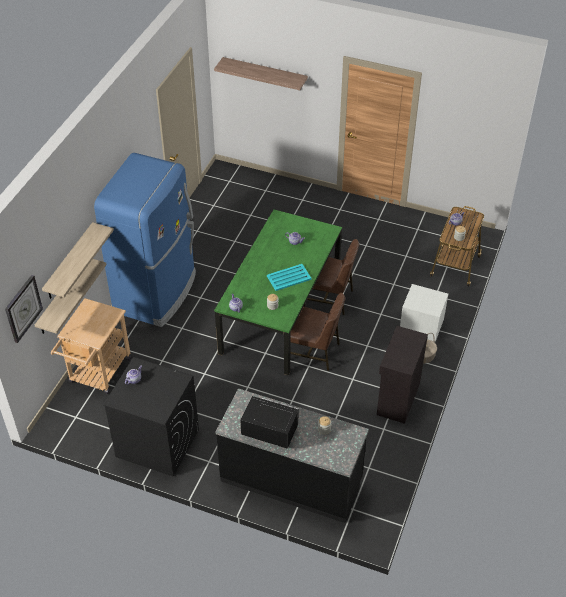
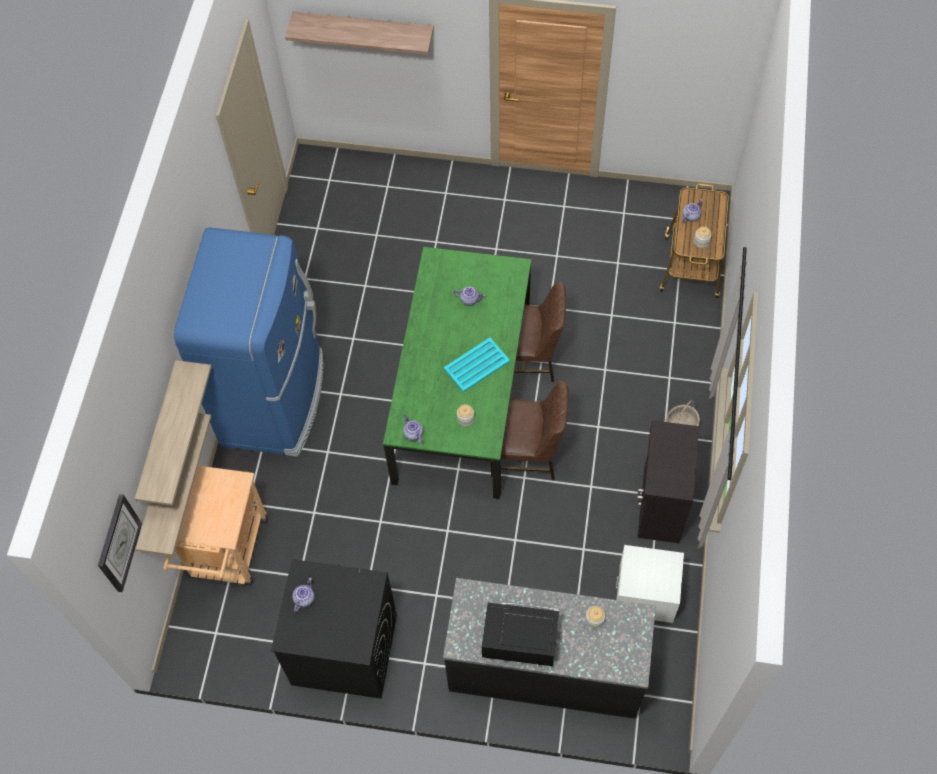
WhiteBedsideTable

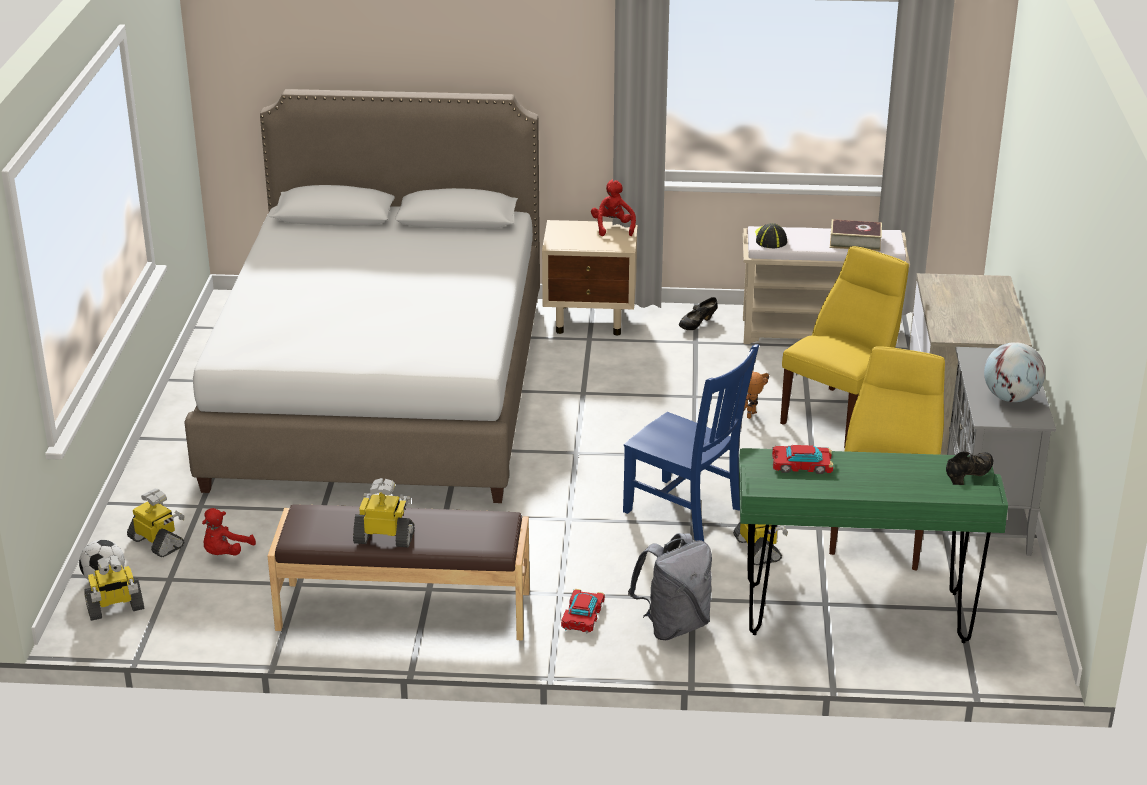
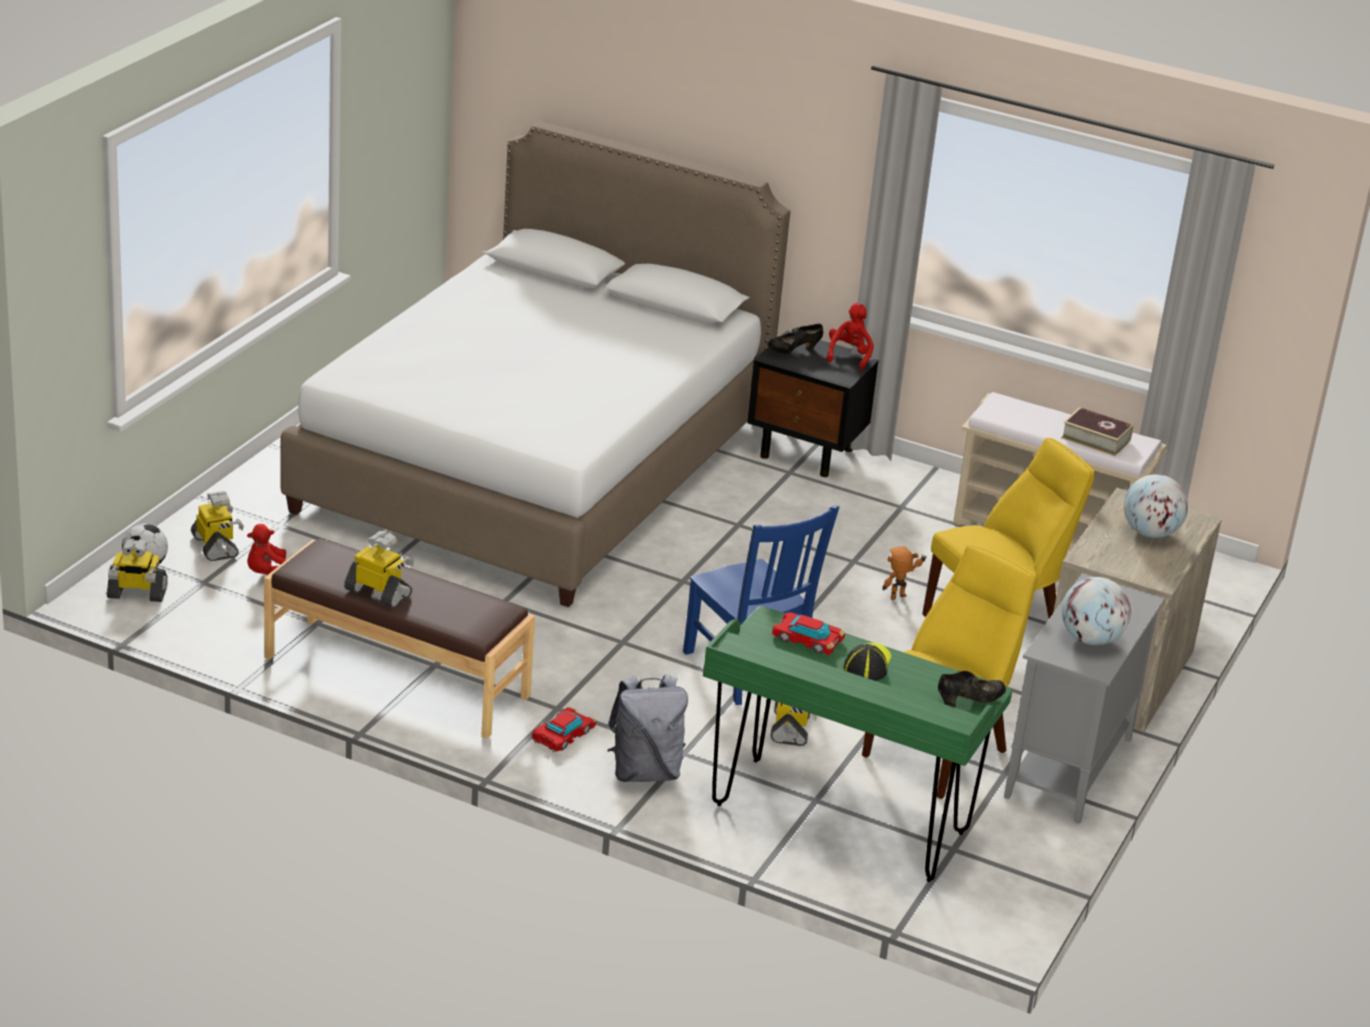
BlackishBedsideTable; BlackishShoe (1st from left); BaseballCap; DeskGlobe (2nd from left)

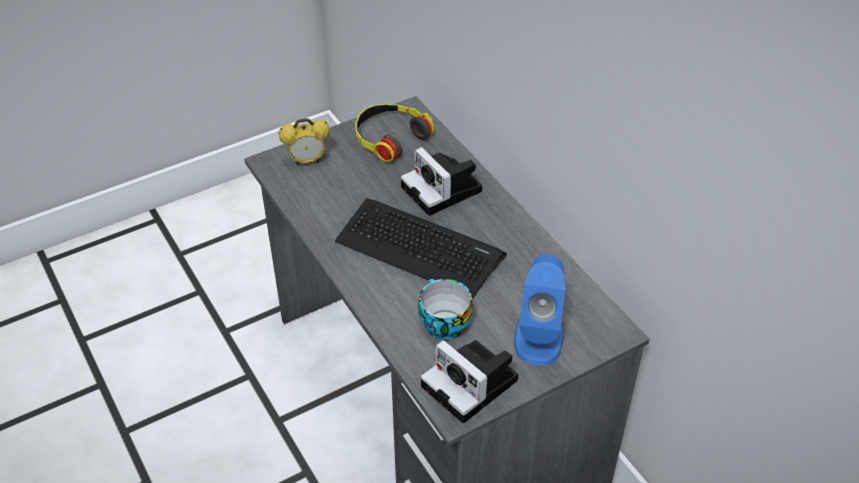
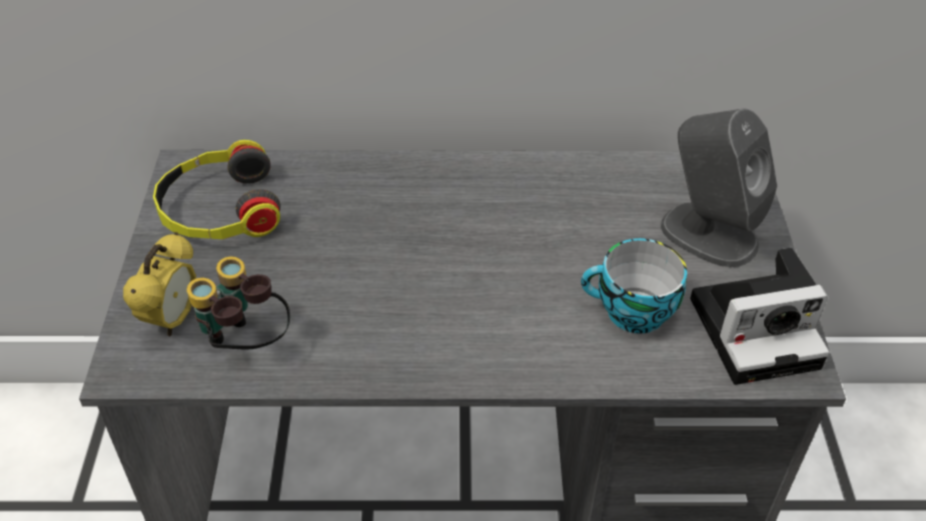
Keyboard; StillCamera (1st from left in the first image); GreyAudioSpeaker; FieldGlasses

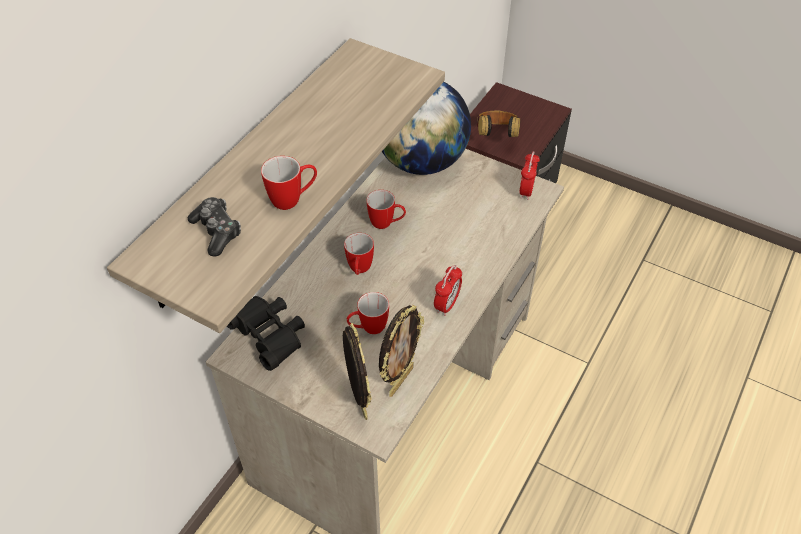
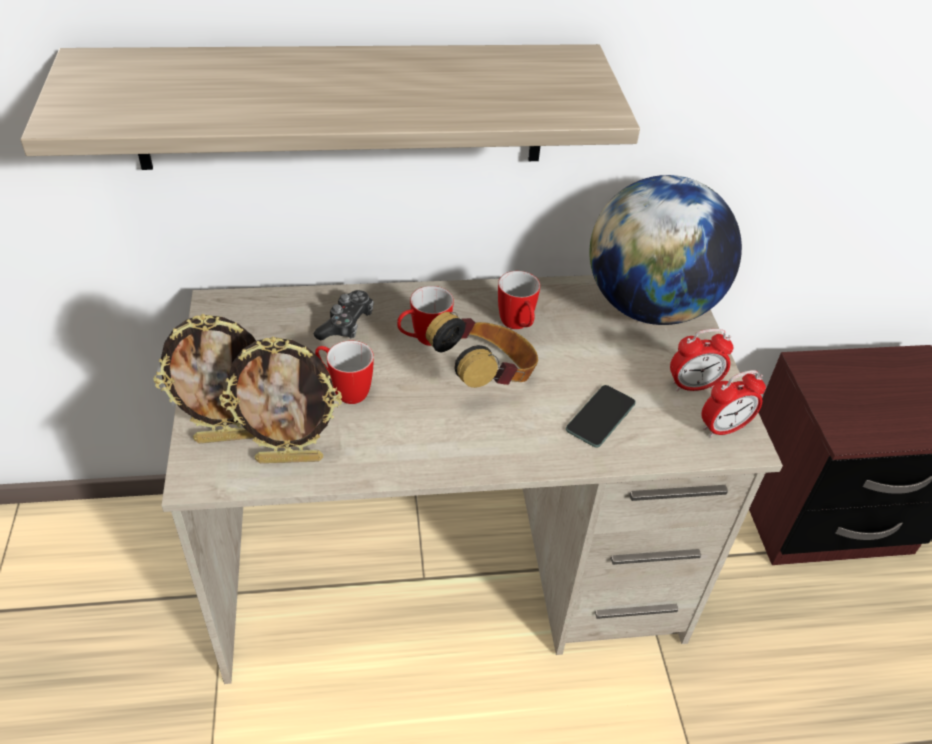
Joypad; BlackishFieldGlasses; TeaMug (1st from left in the first image); PictureFrame (1st from left); AlarmClock (1st from left); Headphones; Phone

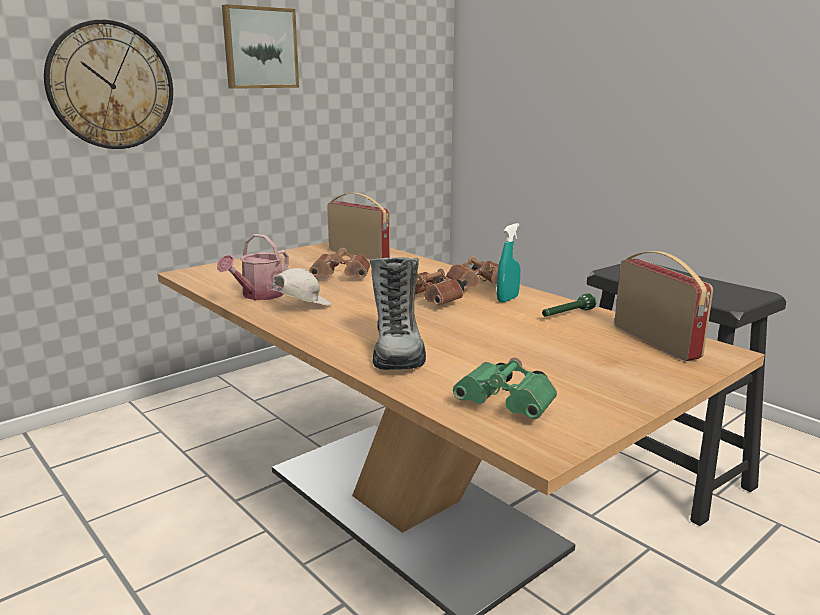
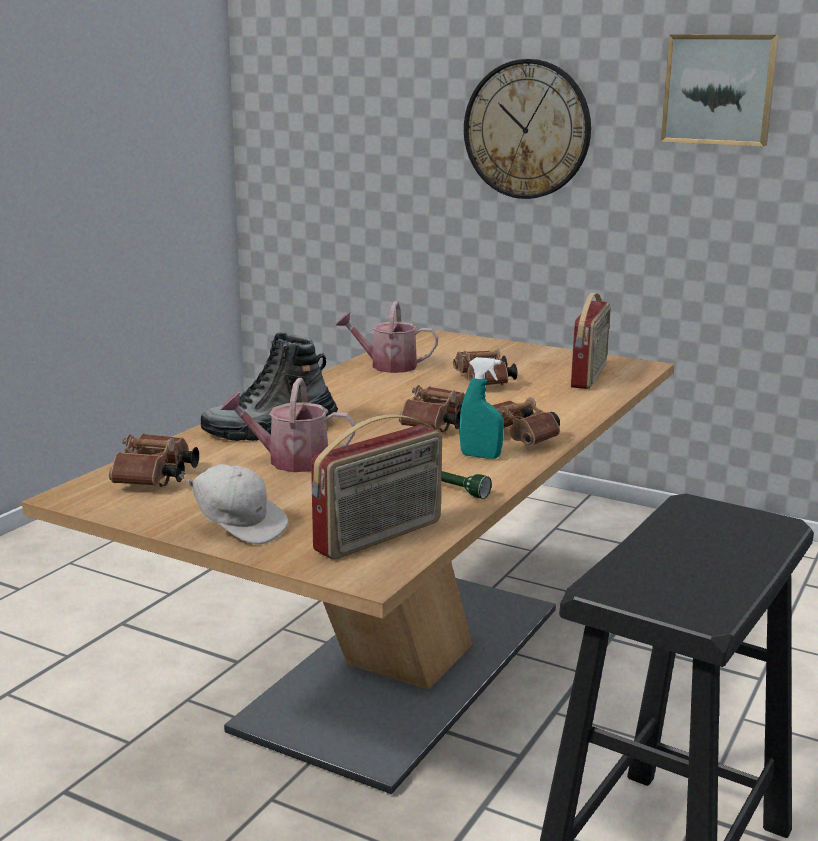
WhiteBaseballCap; BrownFieldGlasses (1st from left); WateringCan (1st from left)

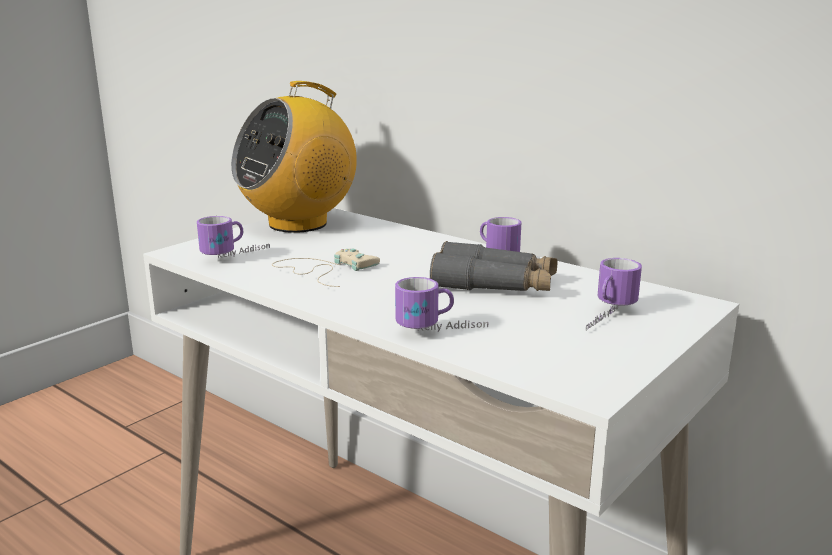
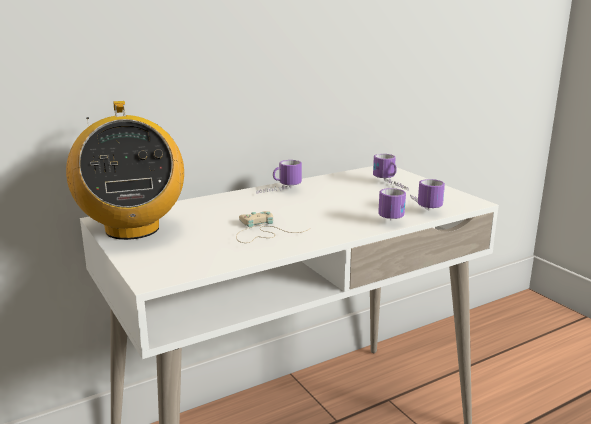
TeaMug (4th from left); GreyFieldGlasses

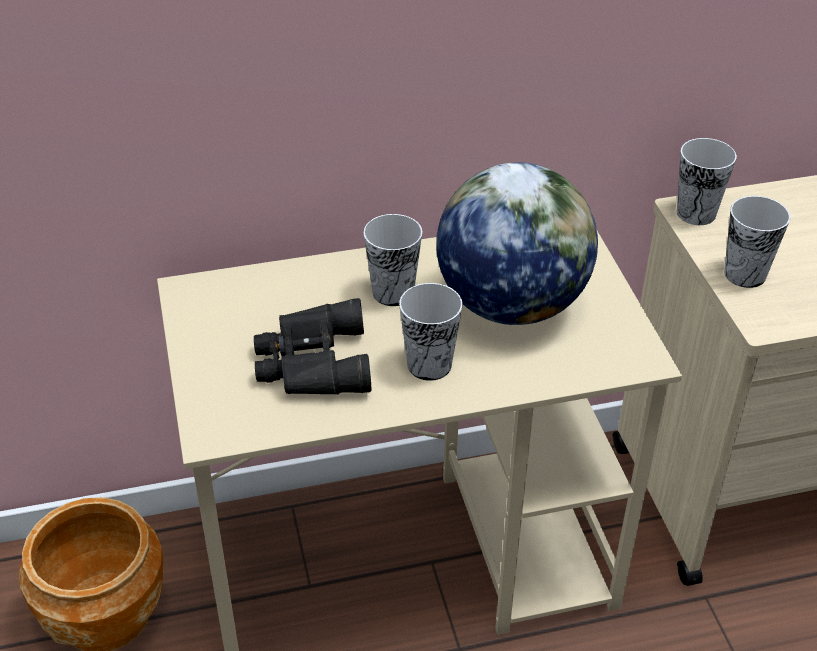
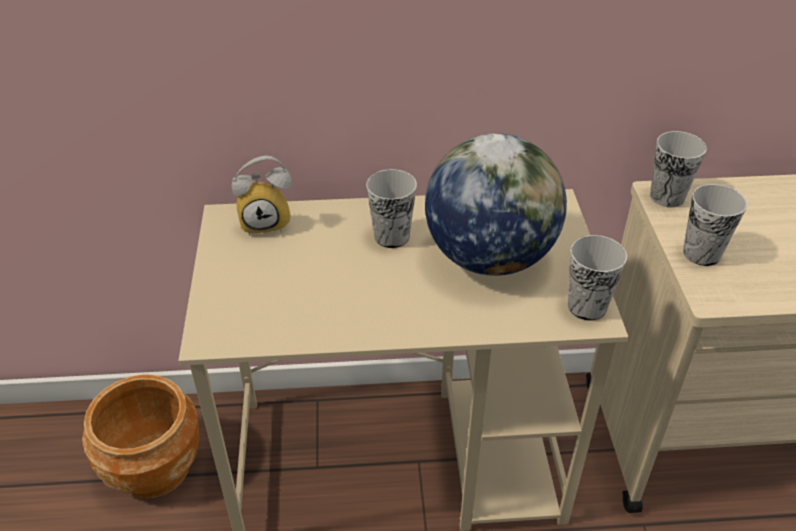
BlackishFieldGlasses; Cup (2nd from left); AlarmClock

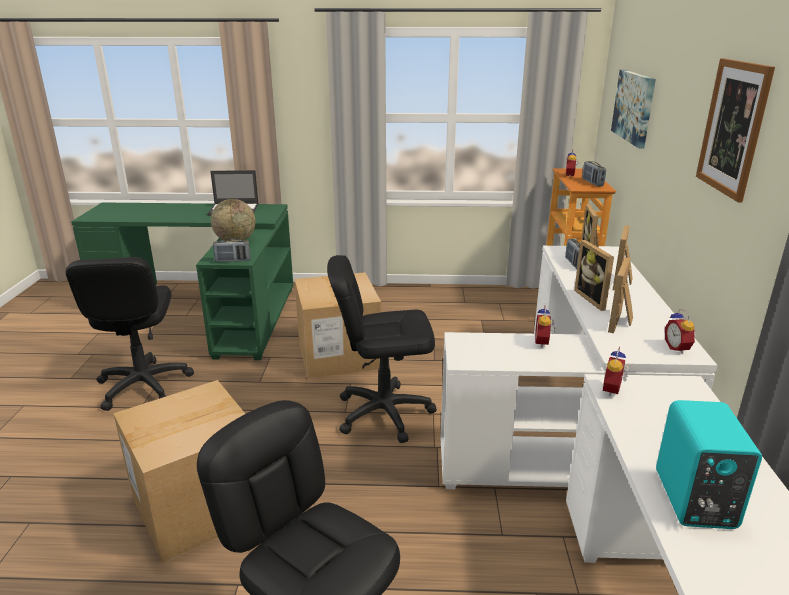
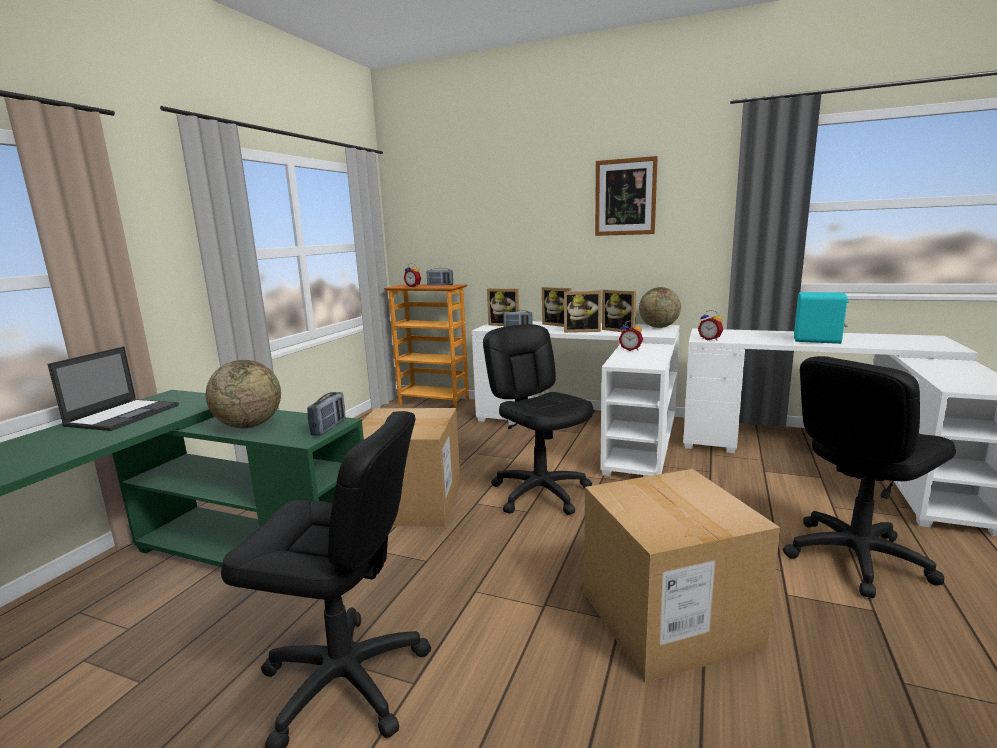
BlackishComputerChair (2nd from left); Picture (1st from left in the first image); DeskGlobe (2nd from left)

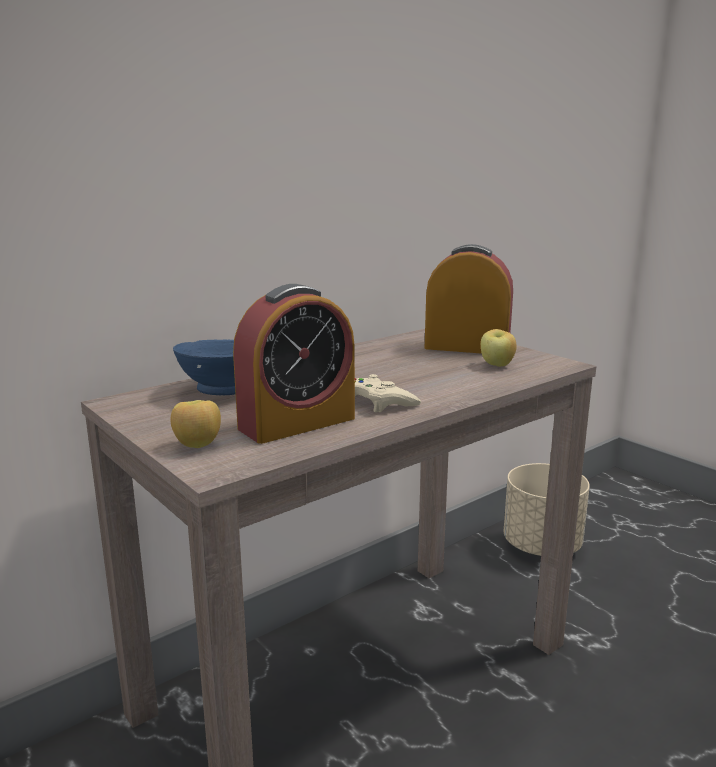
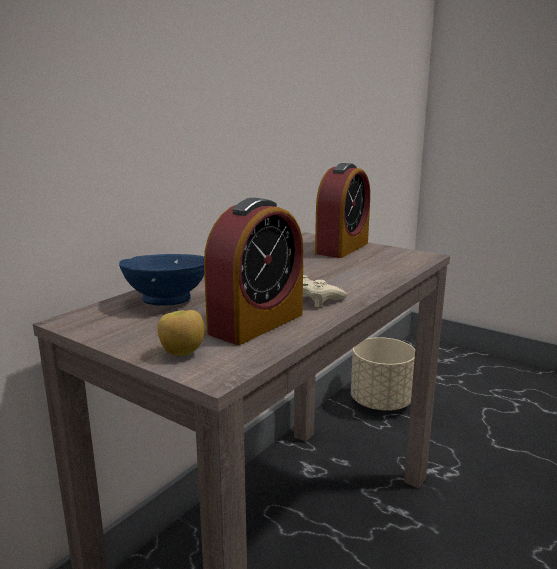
AlarmClock (2nd from left); Apple (2nd from left in the first image)

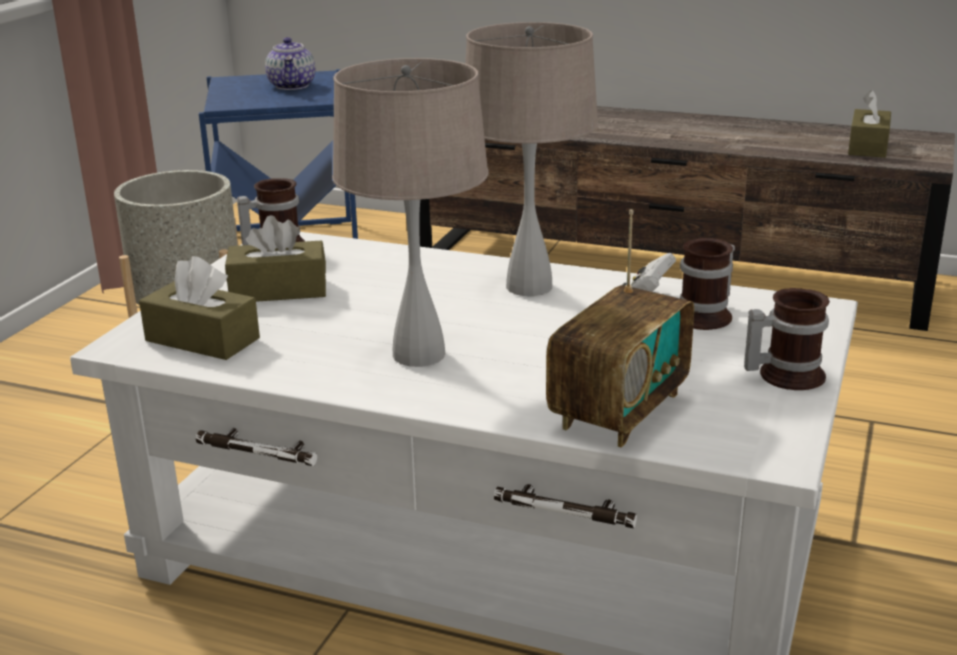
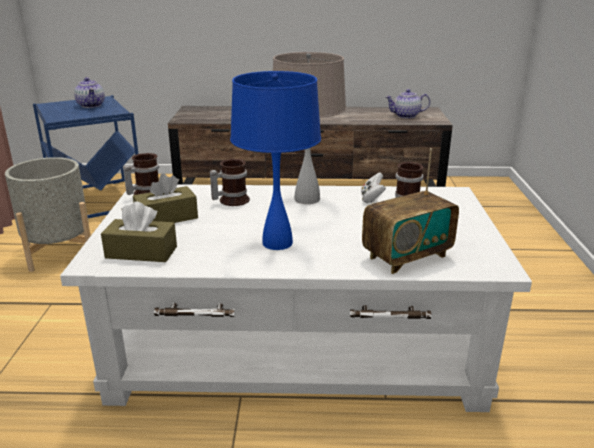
BluishLampForATable; RadioReceiver; TeaMug (2nd from left); PotForTea (2nd from left)

